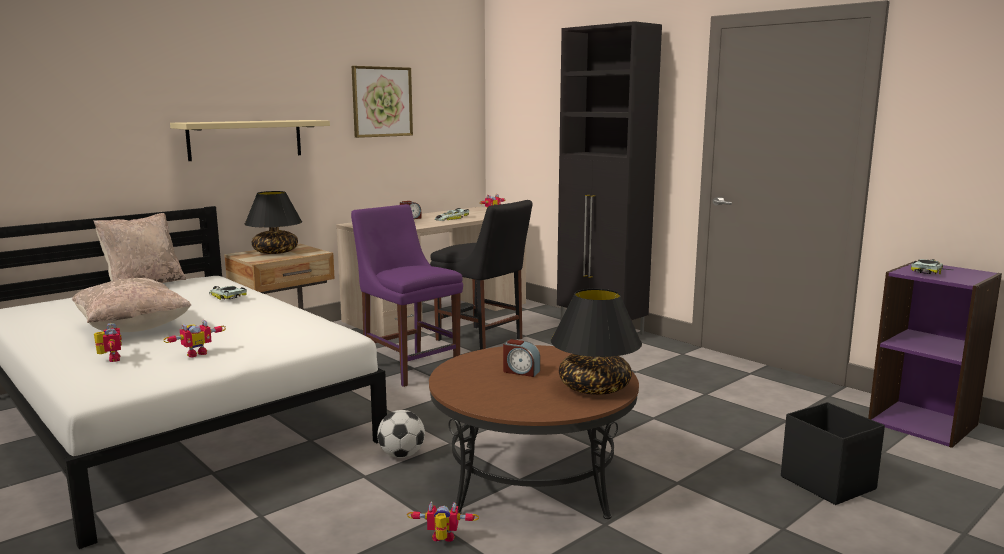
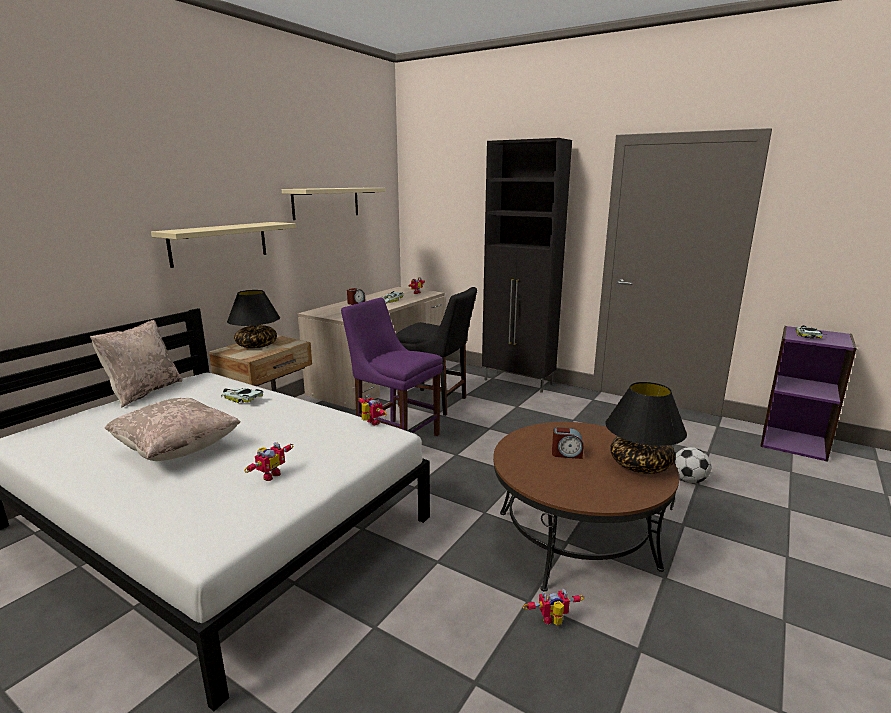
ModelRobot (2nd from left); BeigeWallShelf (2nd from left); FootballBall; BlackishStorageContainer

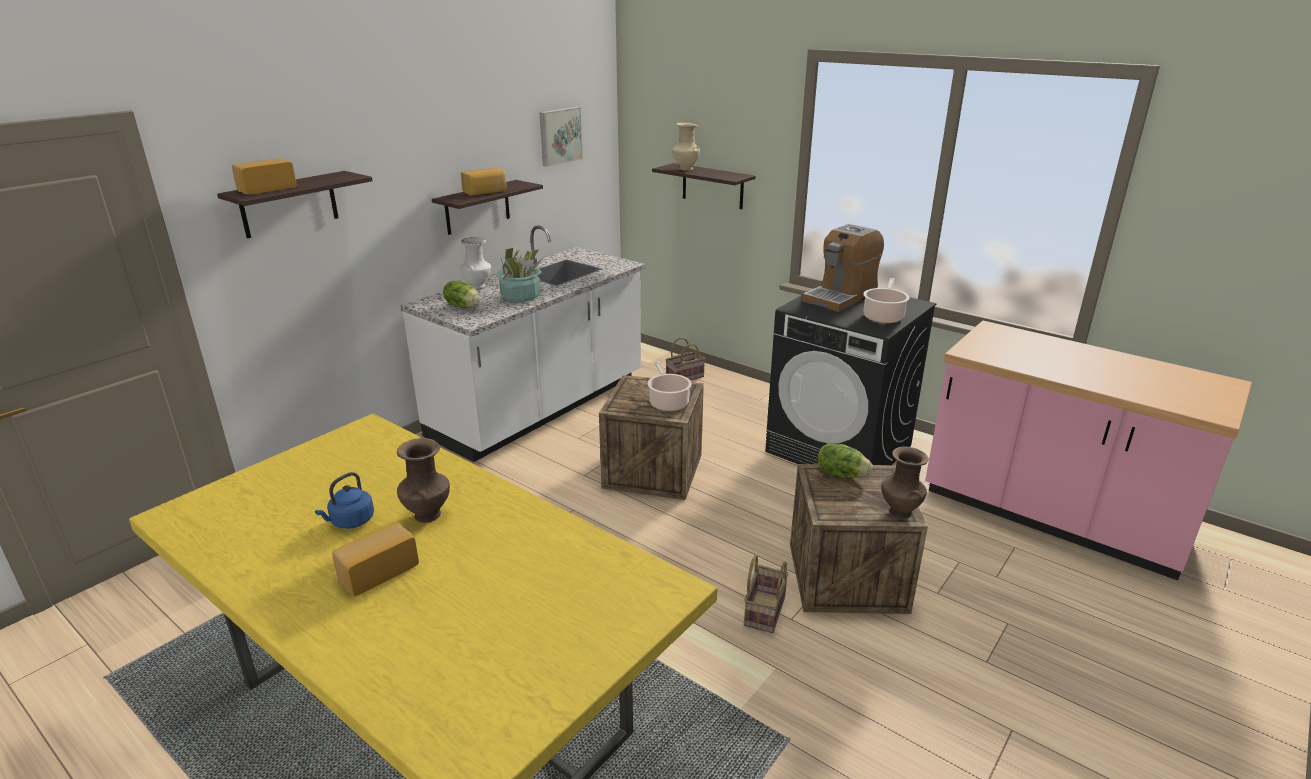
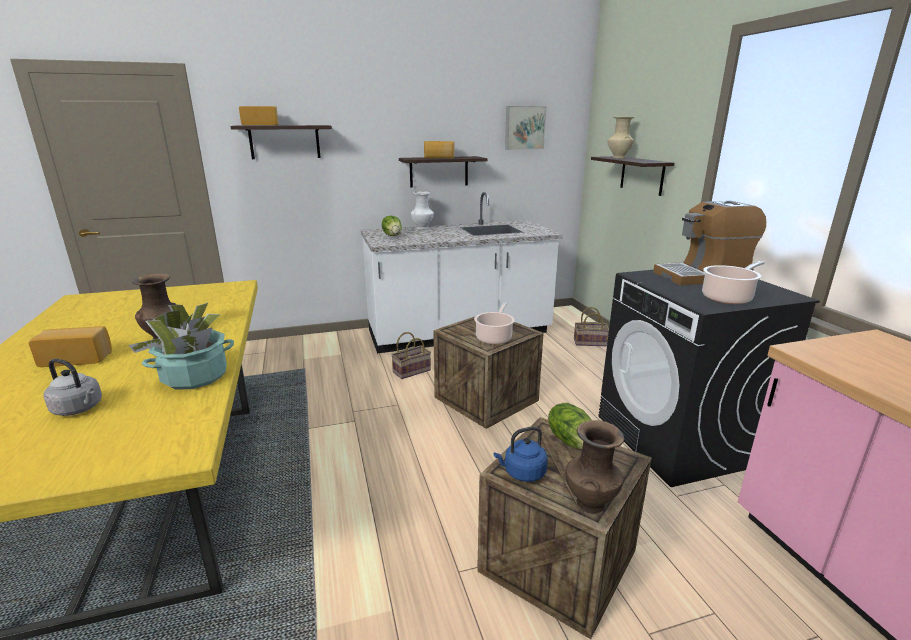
BluishWaterKettle; PlantInAPot; StorageBasket (1st from left); GreyWaterKettle

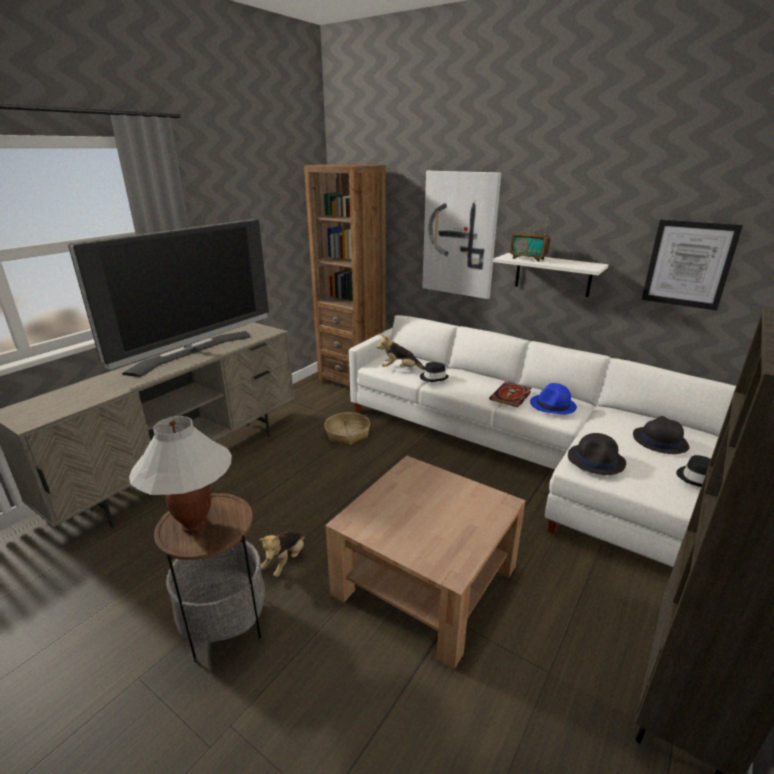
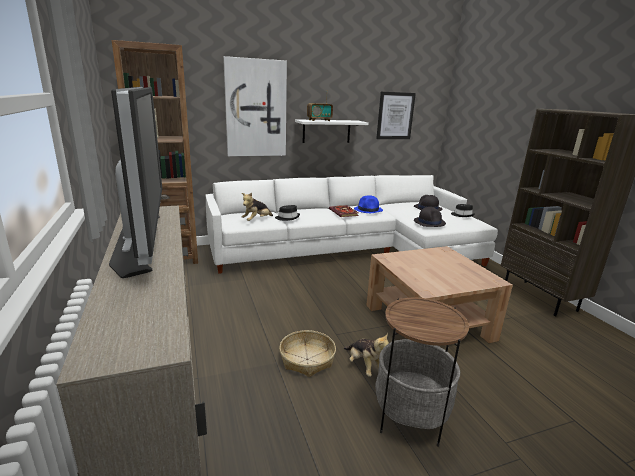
WhiteLampForATable; StorageBasket

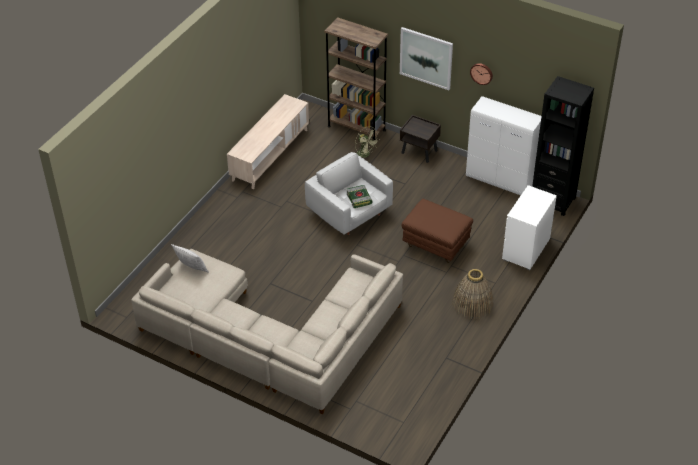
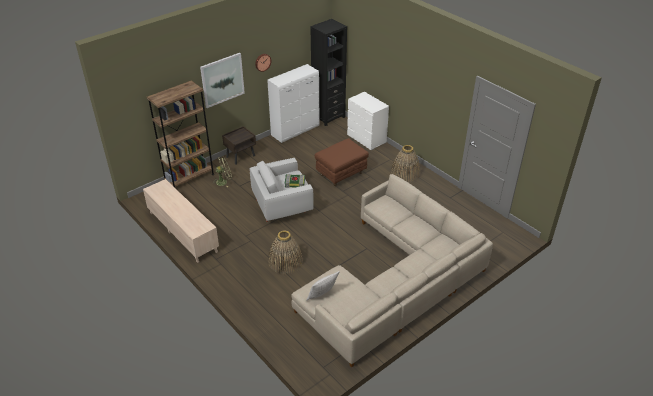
StorageBasket (1st from left)

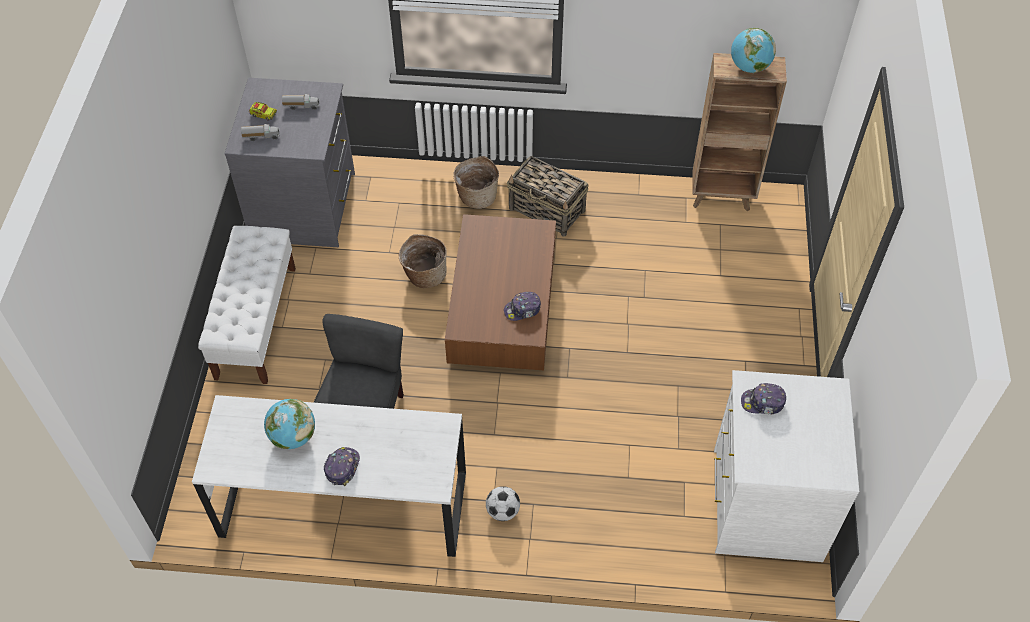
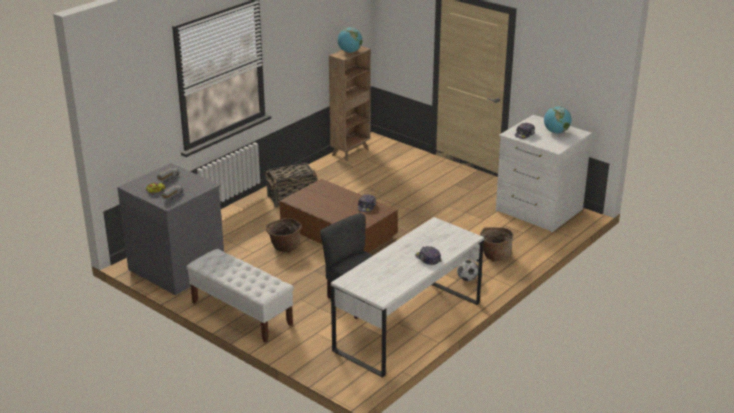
DeskGlobe (2nd from left); StorageBasket (3rd from left)

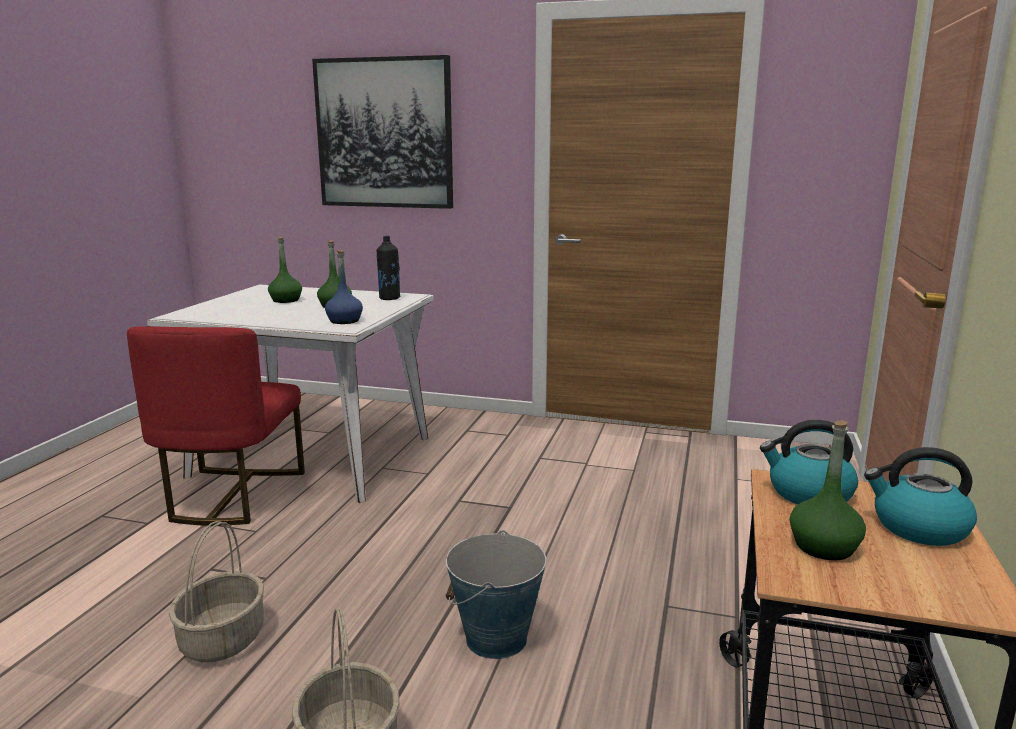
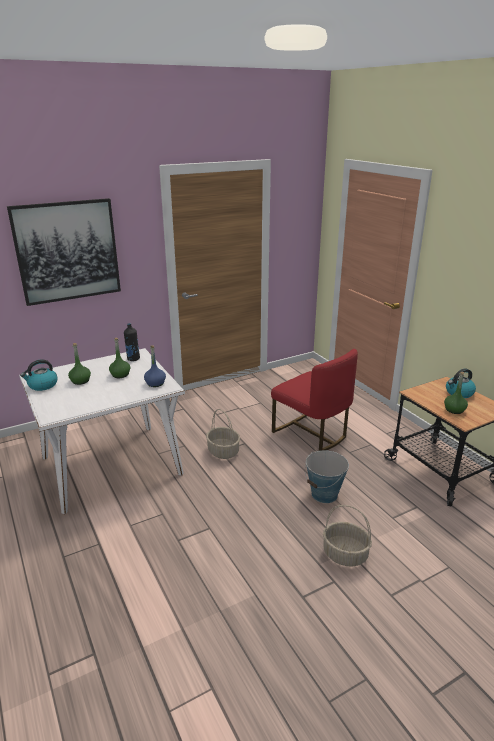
RedColouredChair; StorageBasket (1st from left); WaterKettle (1st from left)

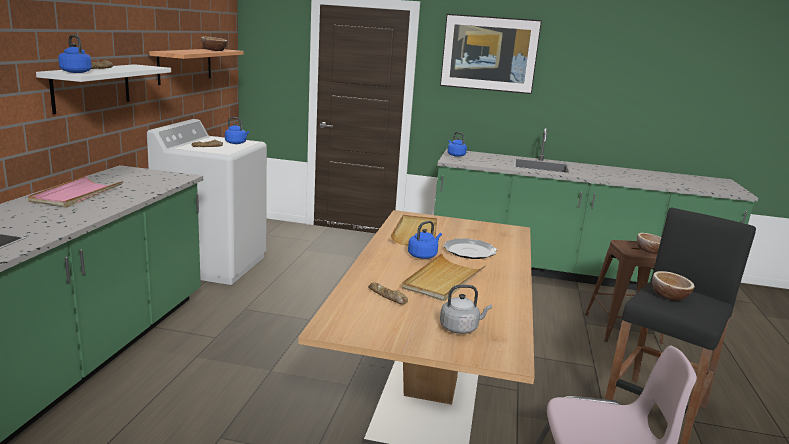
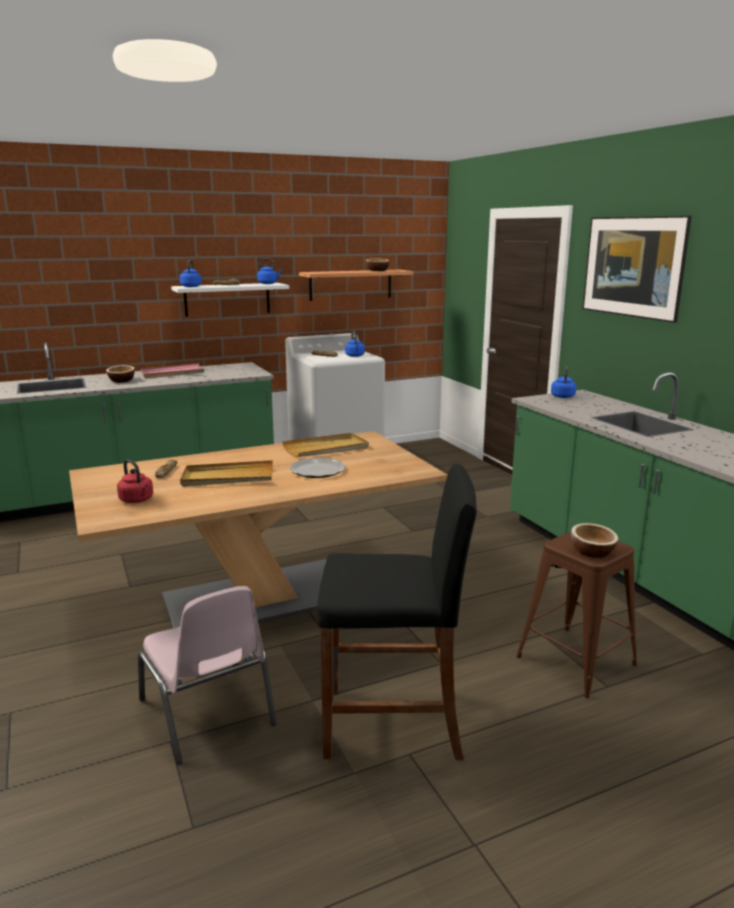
BluishWaterKettle (2nd from left); RedColouredWaterKettle; DeepDish (1st from left)

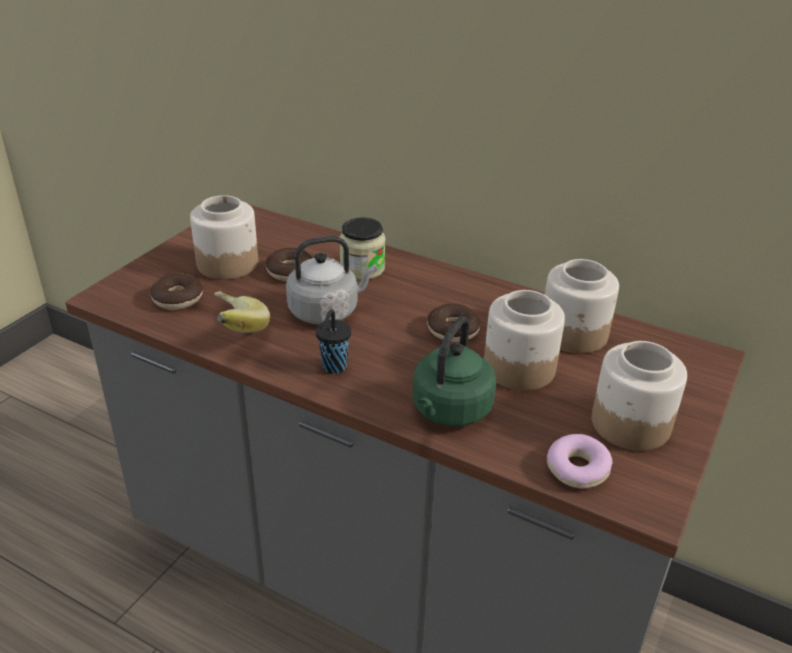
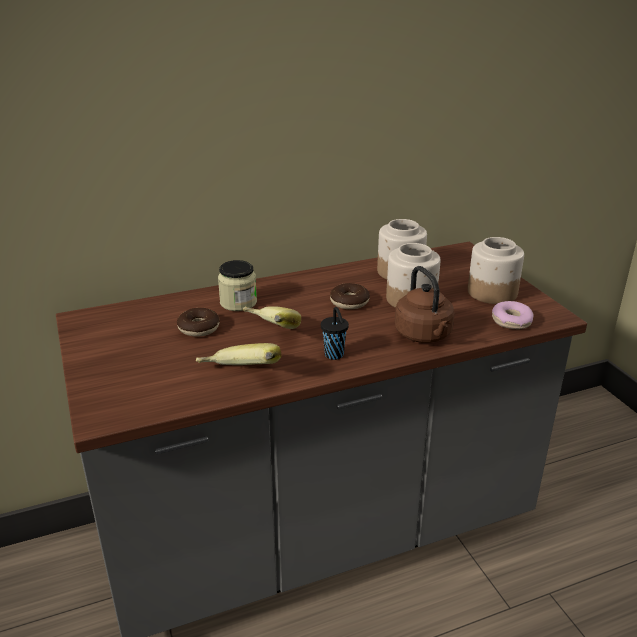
RingDoughnut (1st from left in the first image); Jar (1st from left in the first image); Banana (2nd from left); BrownWaterKettle

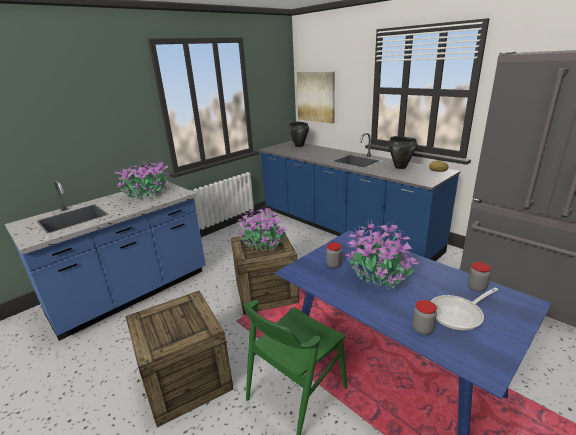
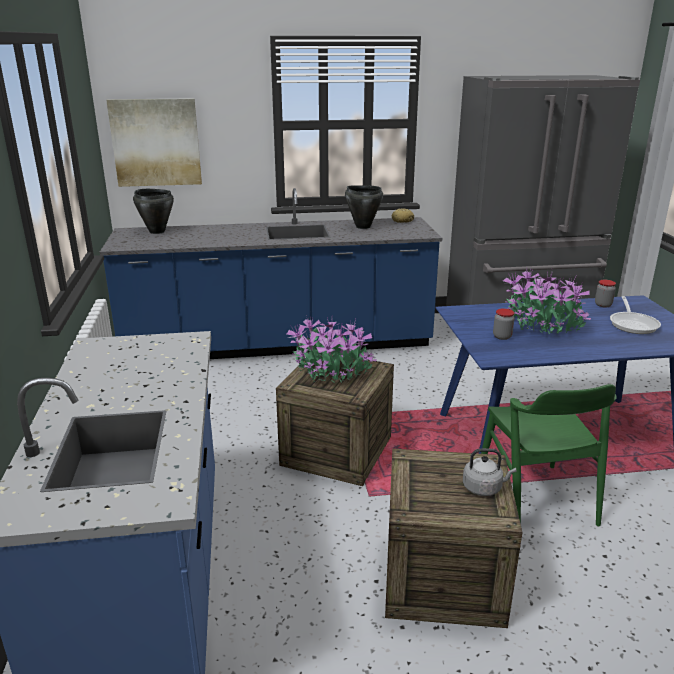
PlantInAPot (1st from left in the first image); Jar (2nd from left in the first image); GreyWaterKettle

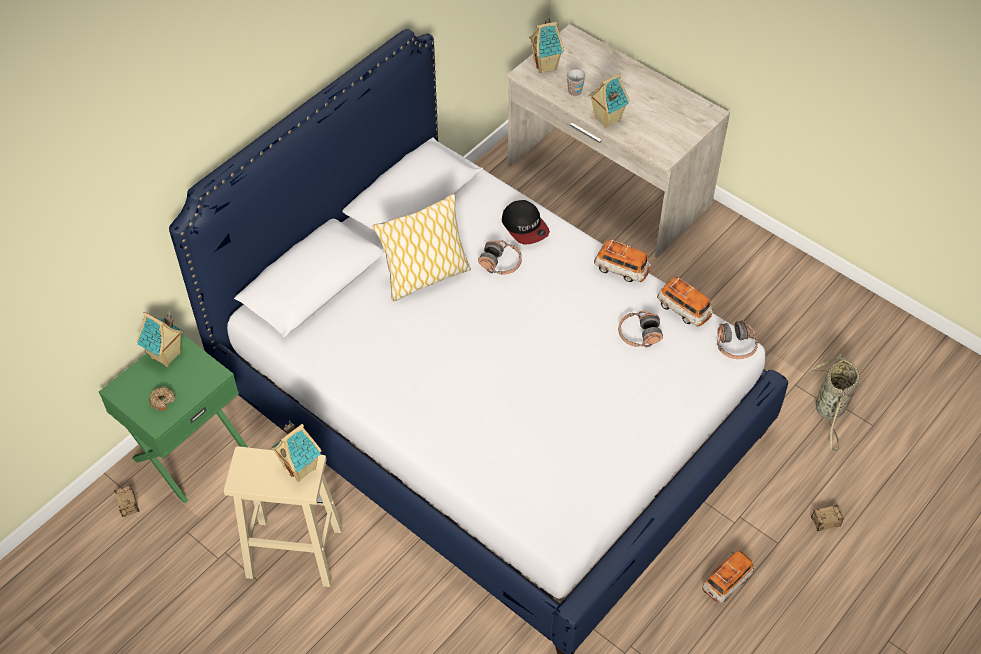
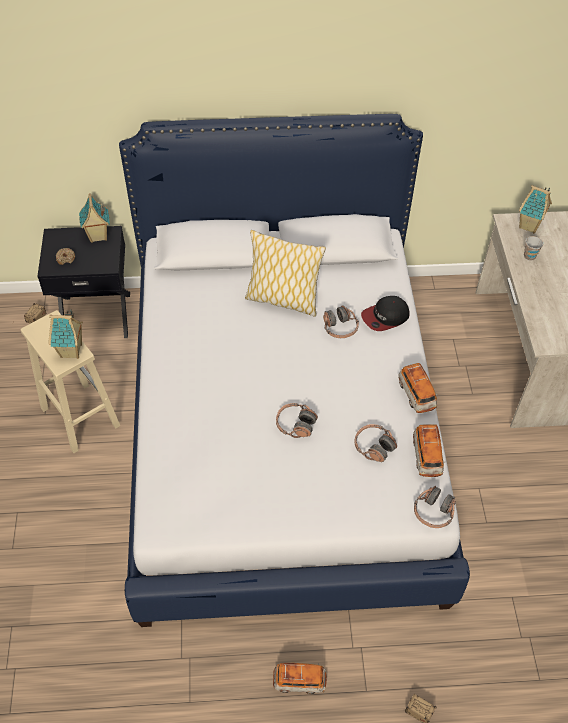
BlackishBedsideTable; BaseballCap; ModelHouse (4th from left in the first image); StorageBasket; Headphones (1st from left)

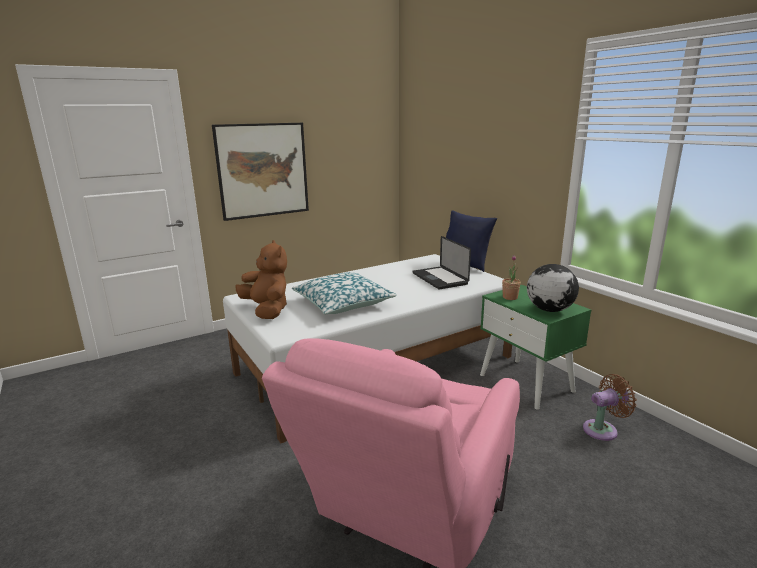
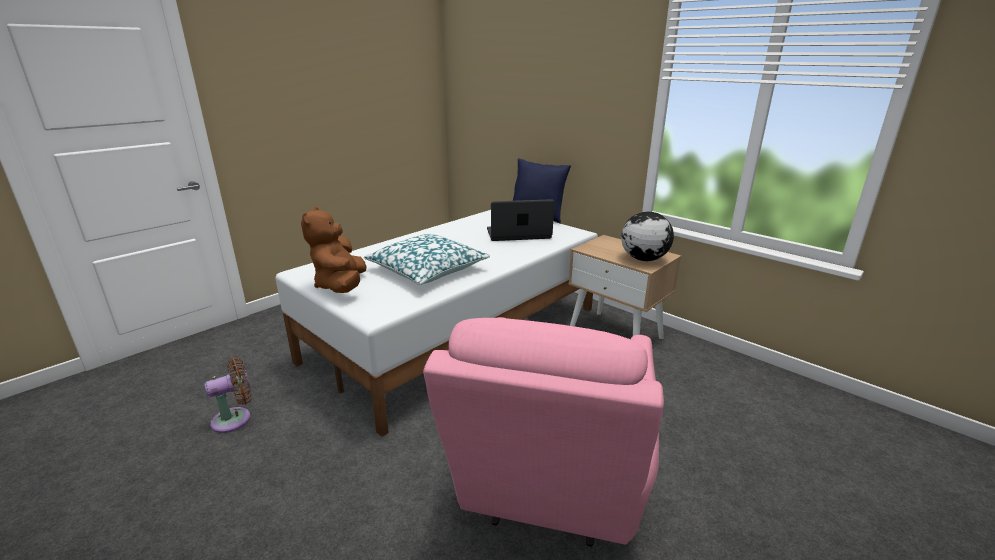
Picture; BrownPlushToy; PortableComputer; BeigeBedsideTable; PlantInAPot; BrownCoolingFan

